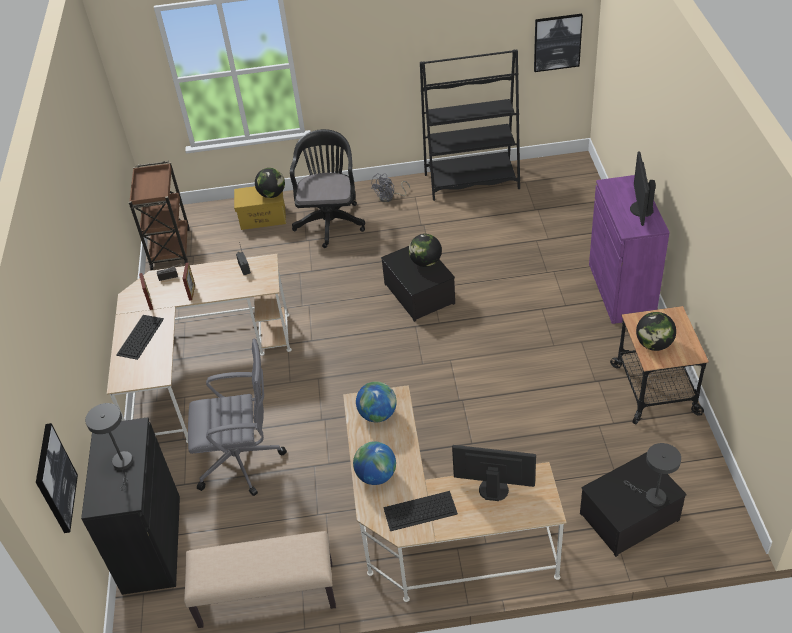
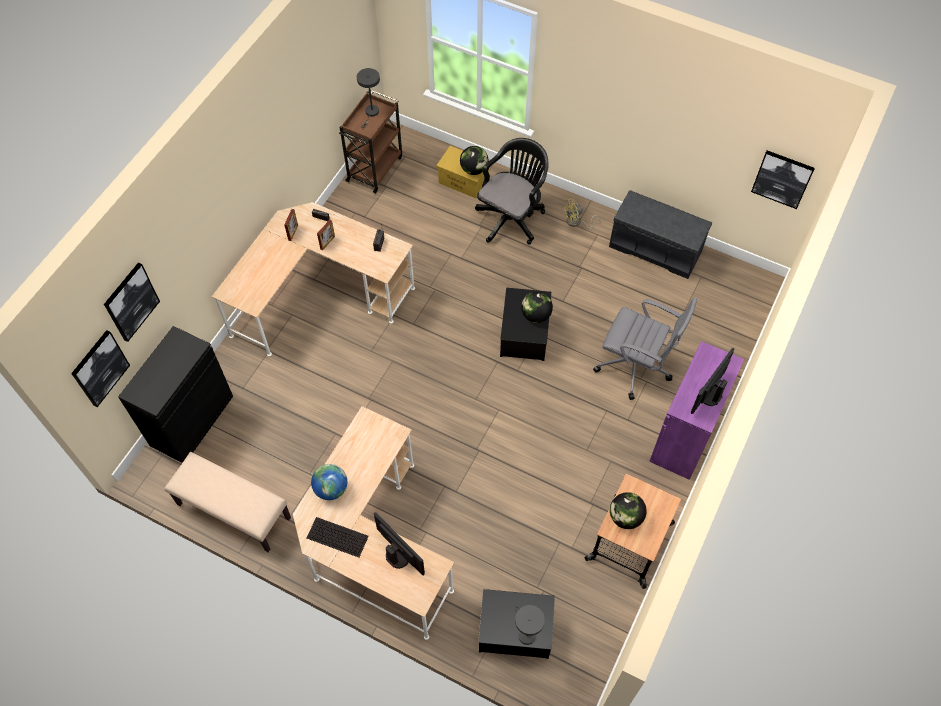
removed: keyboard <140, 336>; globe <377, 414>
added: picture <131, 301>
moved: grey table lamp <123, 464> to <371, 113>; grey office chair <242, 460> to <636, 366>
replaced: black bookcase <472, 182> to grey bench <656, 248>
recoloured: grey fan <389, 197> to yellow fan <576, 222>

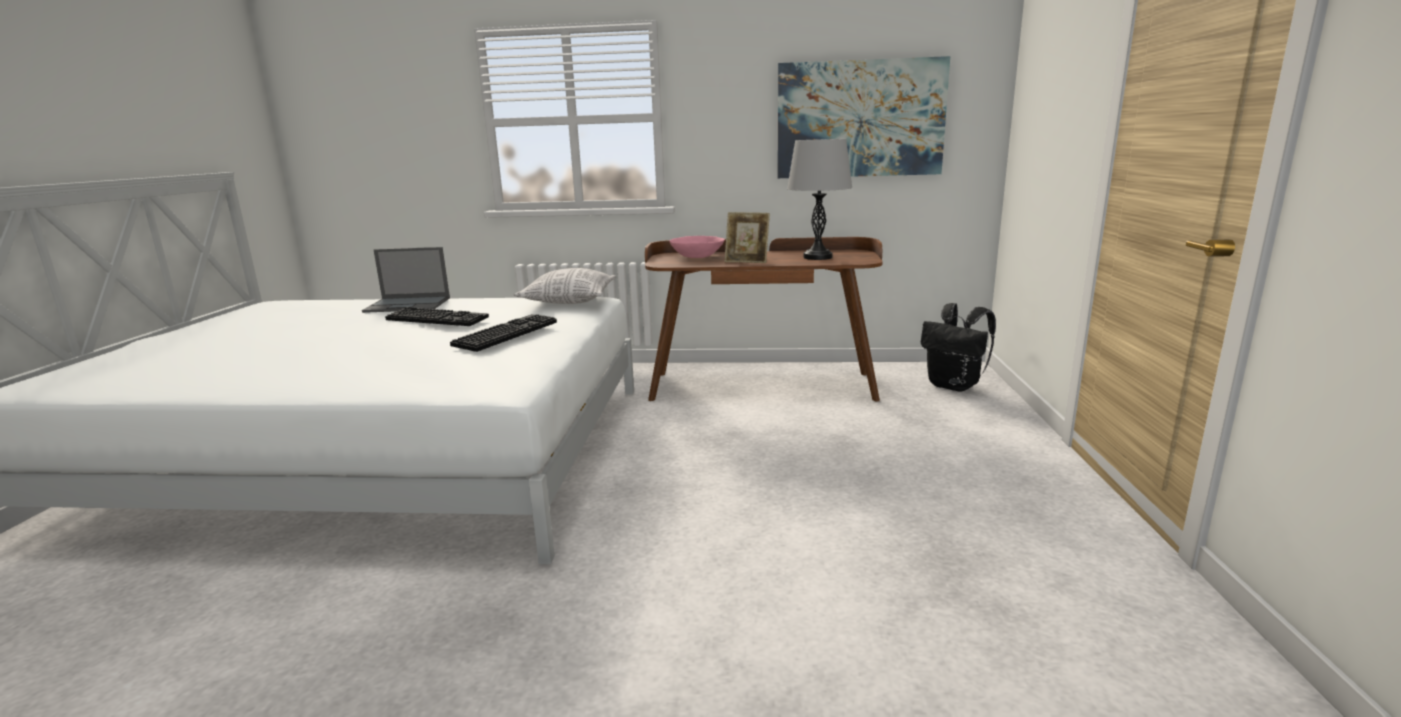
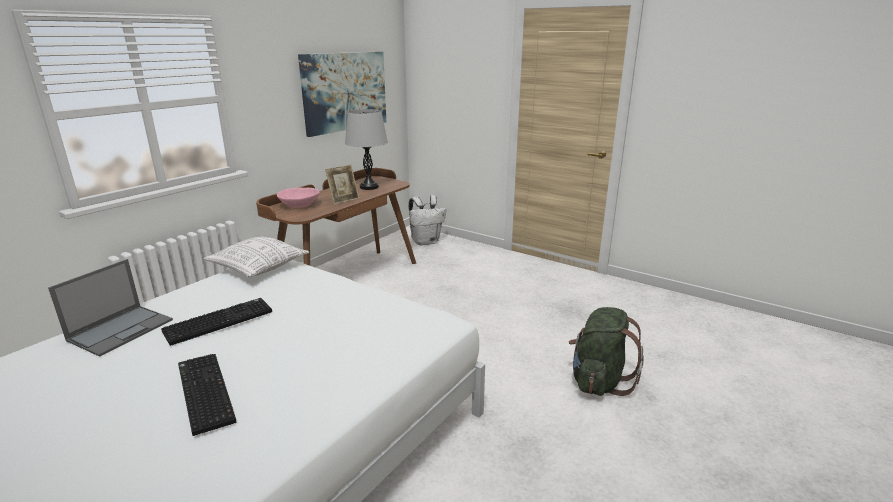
added: green backpack <598, 381>
moved: keyboard <506, 333> to <203, 392>
recoloured: black backpack <954, 386> to white backpack <426, 242>

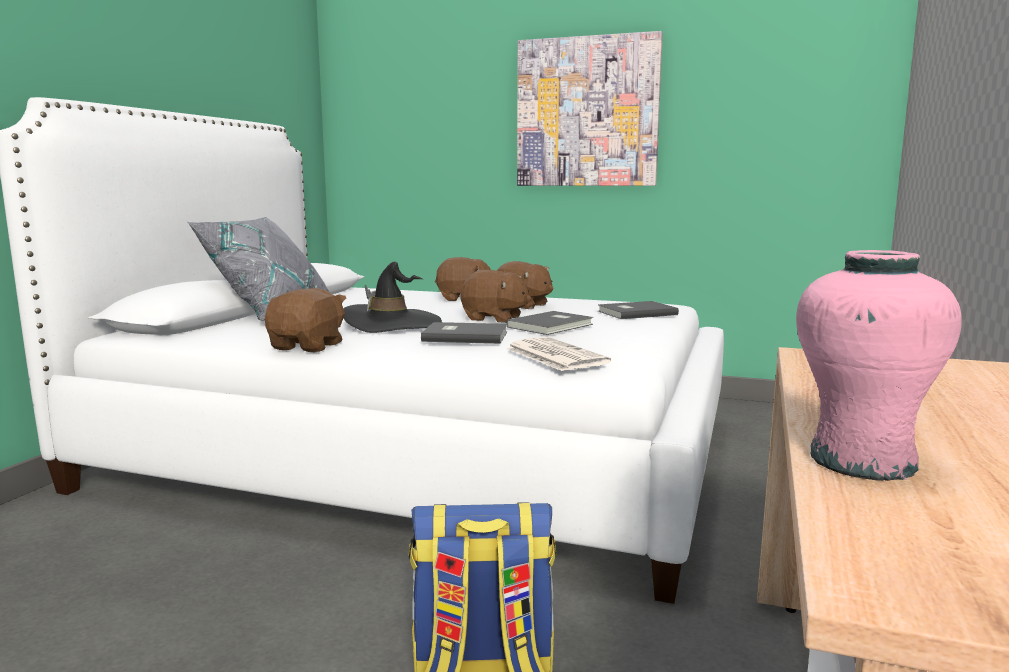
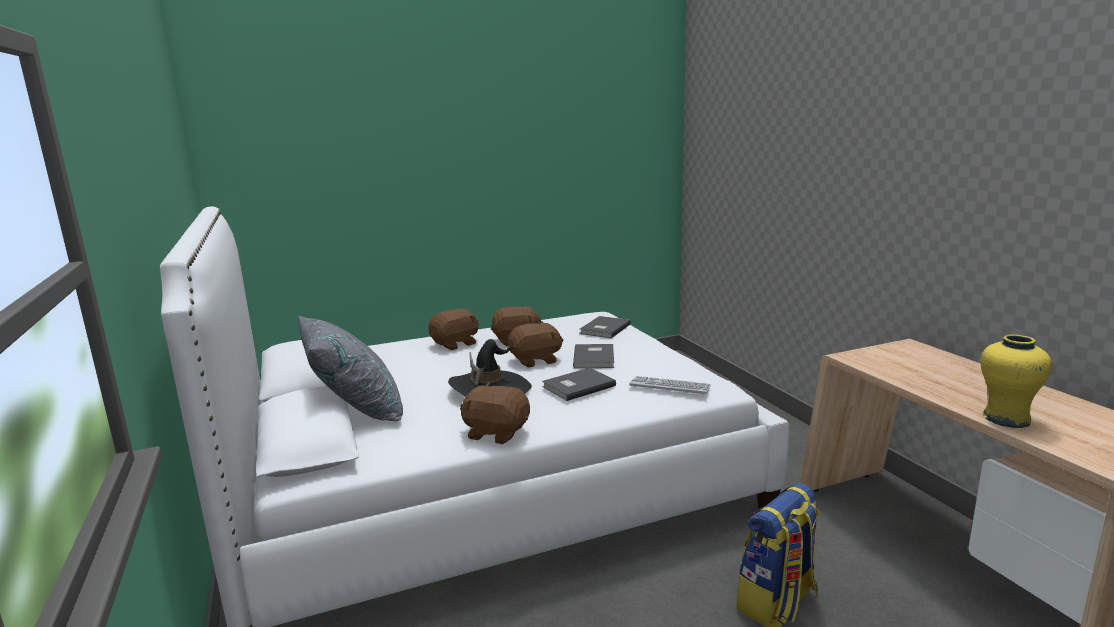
removed: picture <587, 112>
replaced: newspaper <554, 355> to keyboard <669, 386>
recoloured: pink vase <861, 461> to yellow vase <1006, 419>
turned: brown plush toy <308, 346> = <496, 432> 45 degrees counterclockwise

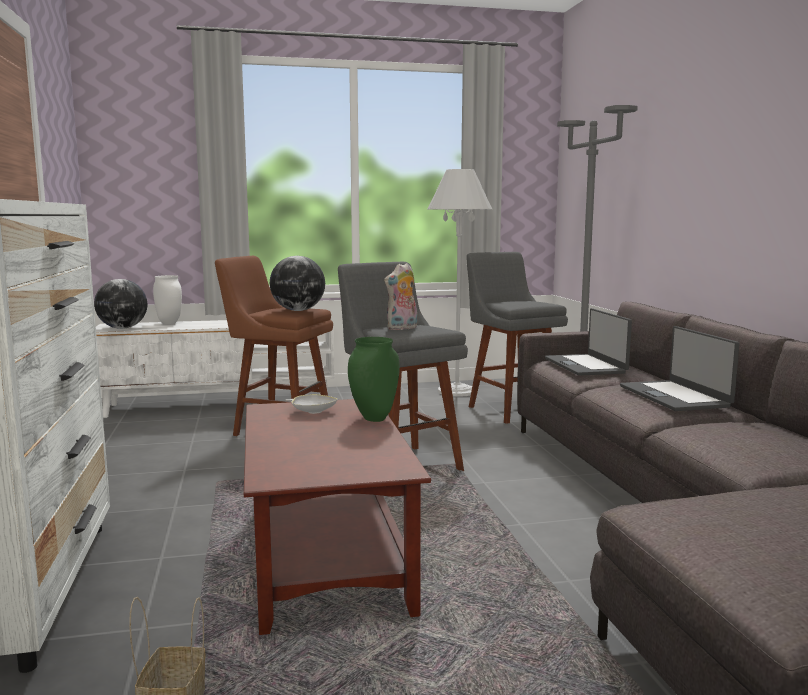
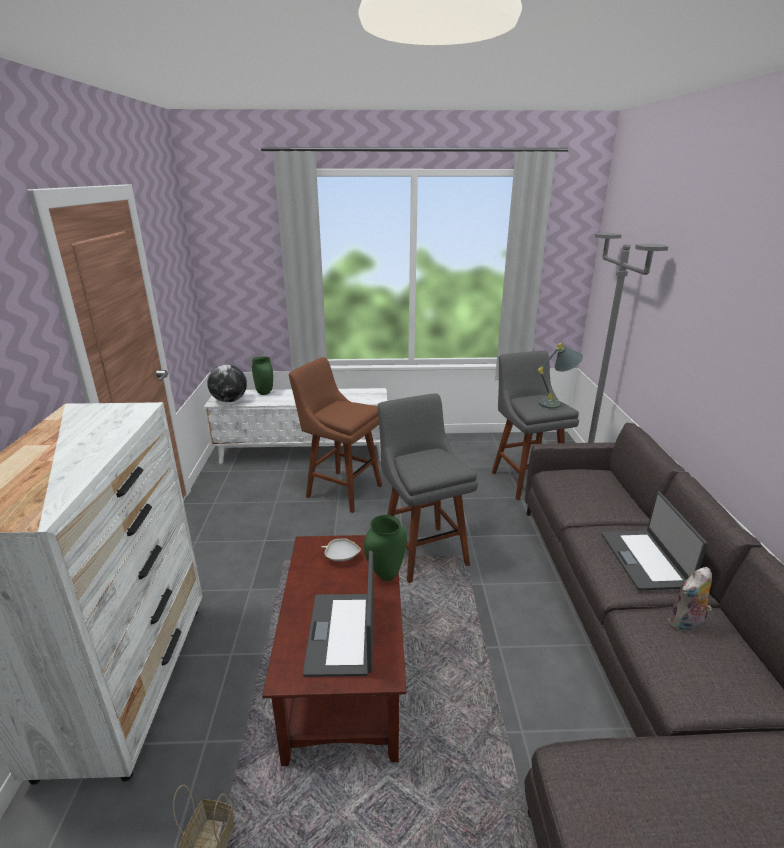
removed: globe <298, 310>; white floor lamp <457, 391>
added: grey table lamp <557, 403>
moved: laptop <586, 365> to <343, 633>; plush toy <402, 328> to <686, 625>
recoloured: white vase <170, 323> to green vase <265, 393>

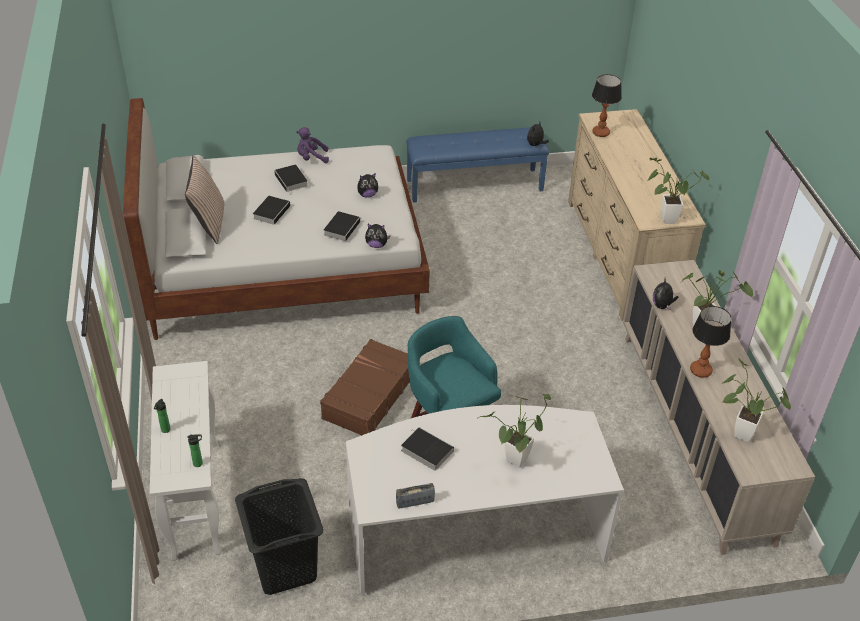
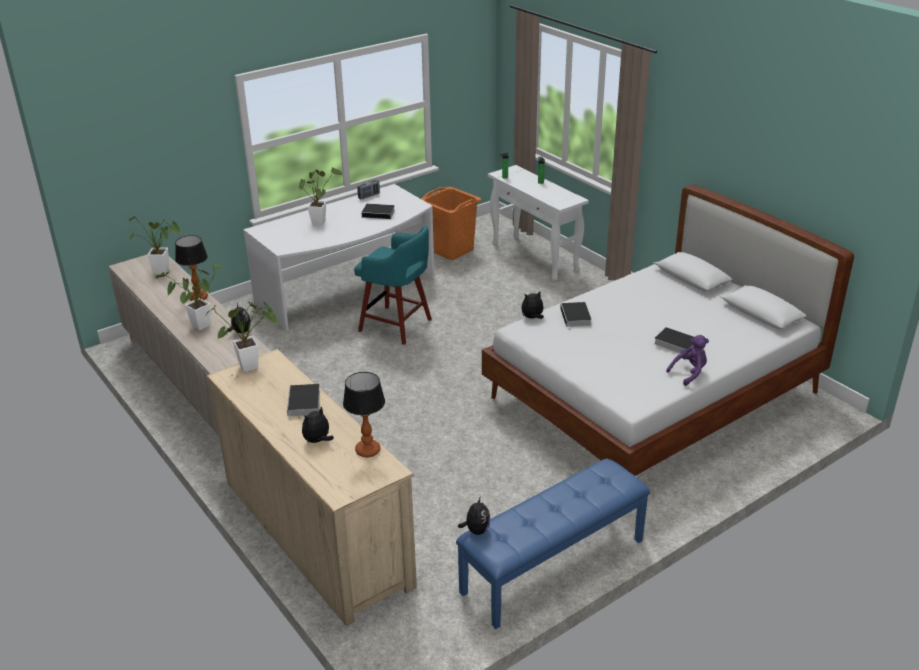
removed: pillow <209, 224>; brown suitcase <368, 396>
moved: book <272, 211> to <304, 404>; plush toy <367, 195> to <317, 441>
recoloured: black laundry basket <284, 568> to orange laundry basket <451, 250>

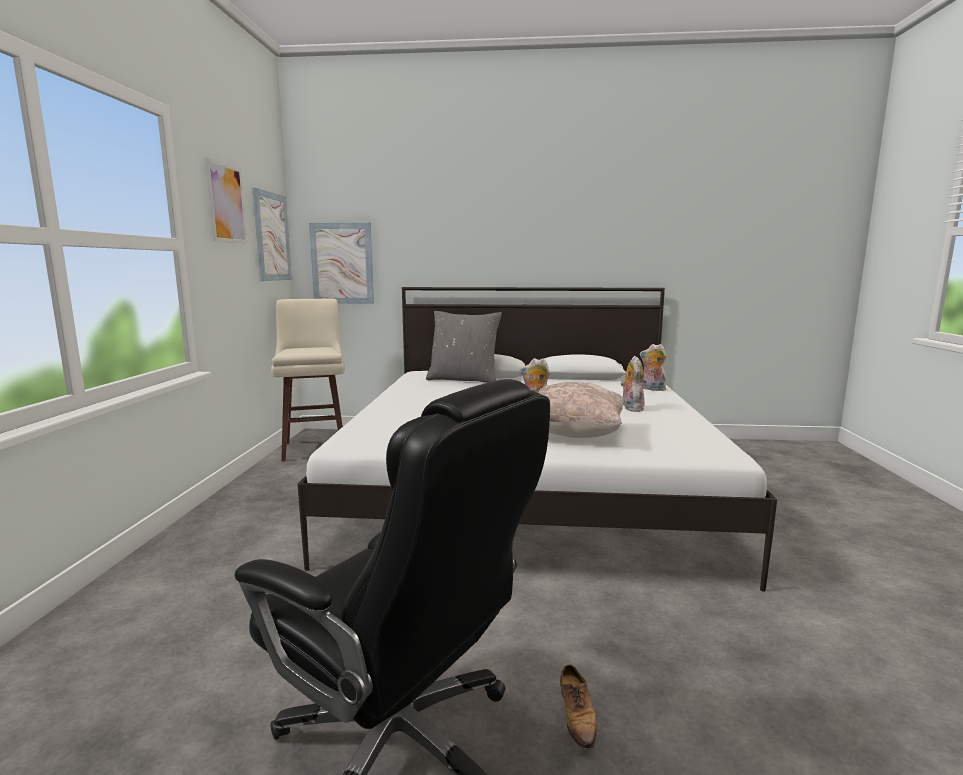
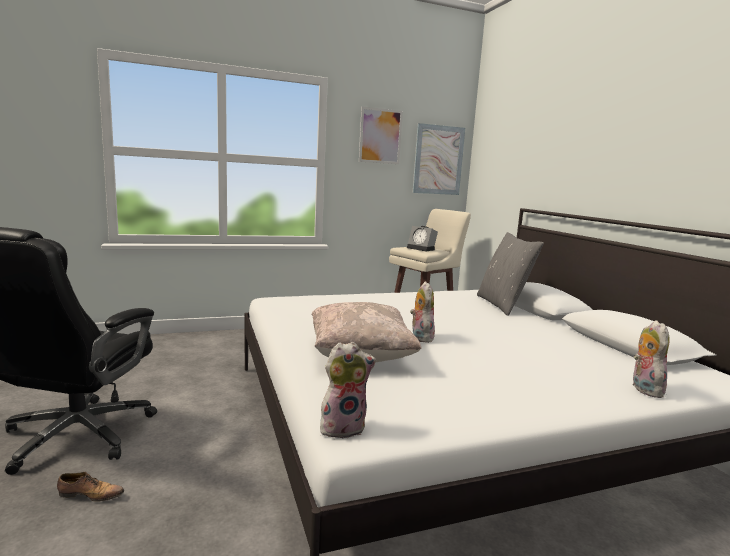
removed: picture <342, 263>
added: alarm clock <422, 249>
moved: plush toy <631, 408> to <343, 427>
turned: shoe <577, 716> = <90, 495> 150 degrees counterclockwise

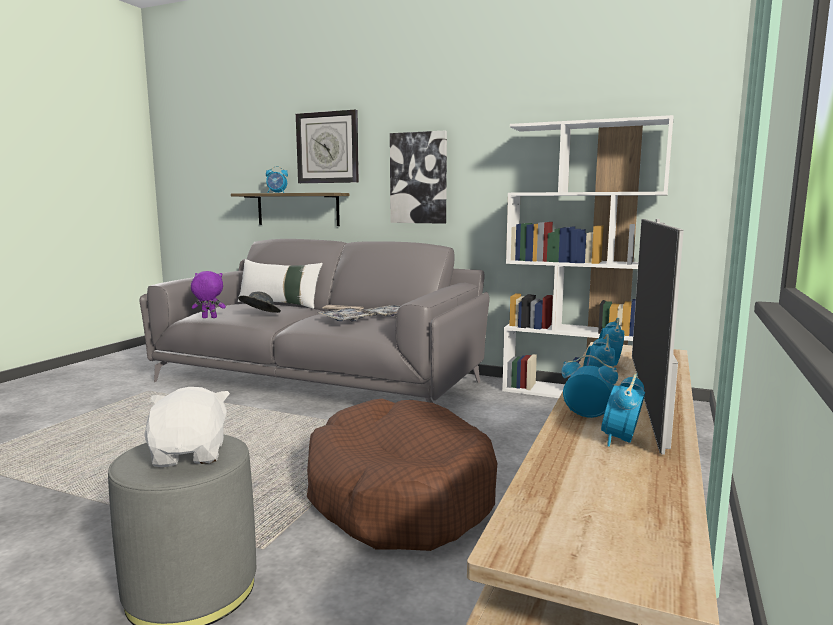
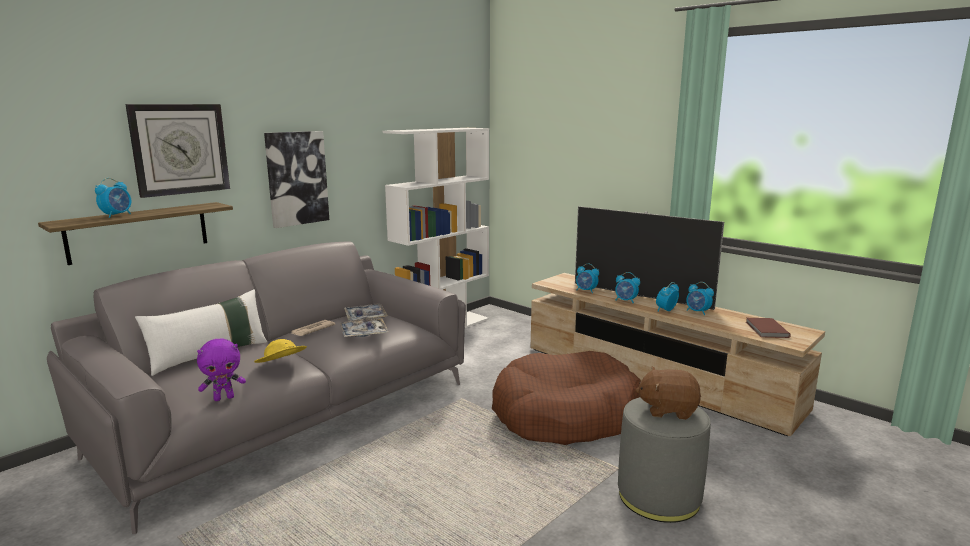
added: brown book <766, 329>
recoloured: grey hat <259, 315> to yellow hat <281, 366>; white plush toy <191, 455> to brown plush toy <668, 409>
turned: purple plush toy <209, 318> = <224, 398> 135 degrees counterclockwise

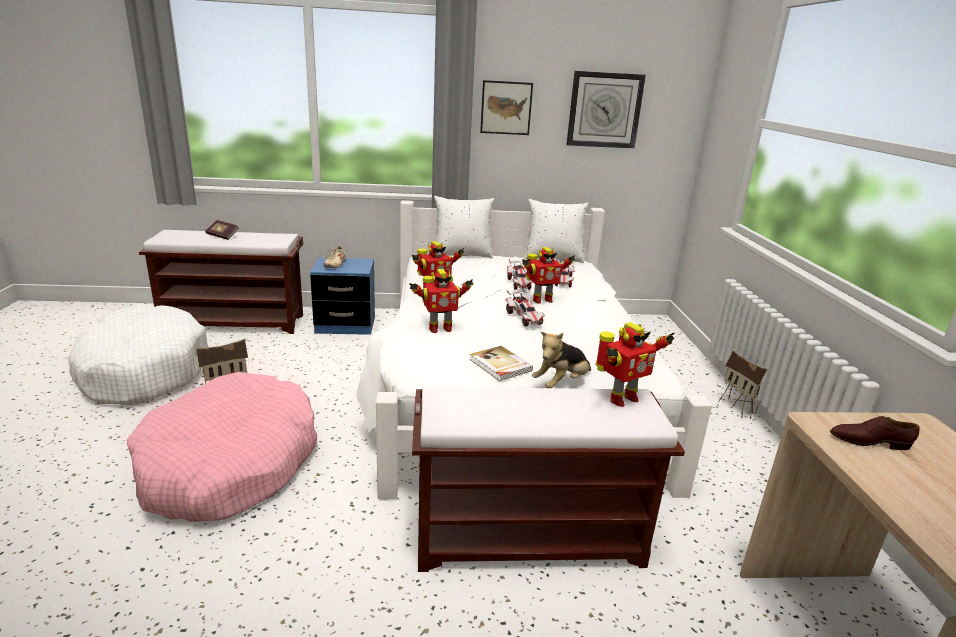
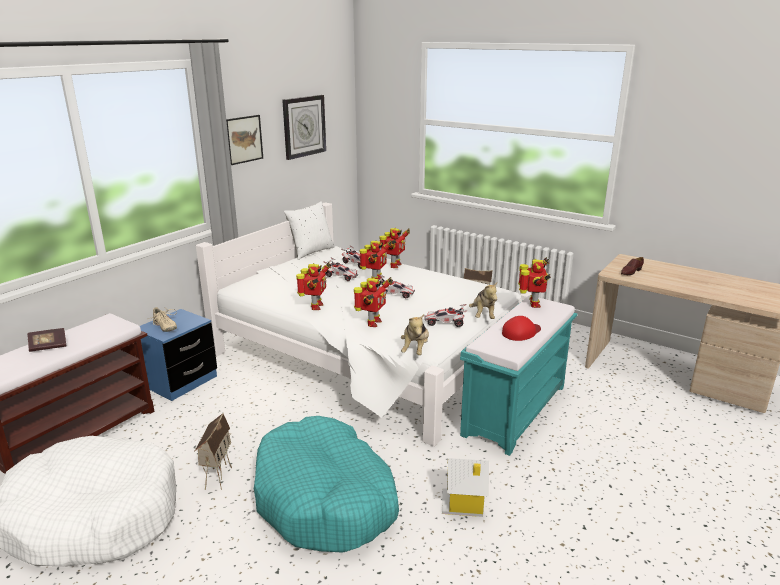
removed: white pillow <462, 254>
added: toy robot <394, 265>; plush toy <415, 349>; toy house <464, 504>; red cap <521, 332>
replaced: book <500, 365> to toy car <445, 323>
recoloured: pink dog bed <230, 464> to turquoise dog bed <325, 499>; brown bench <530, 537> to turquoise bench <515, 409>

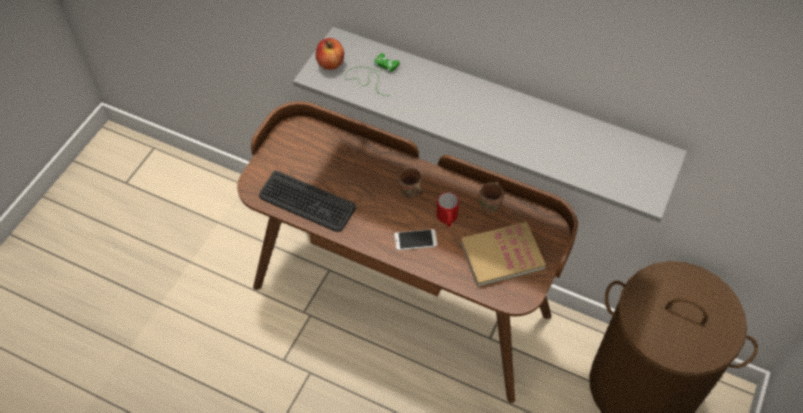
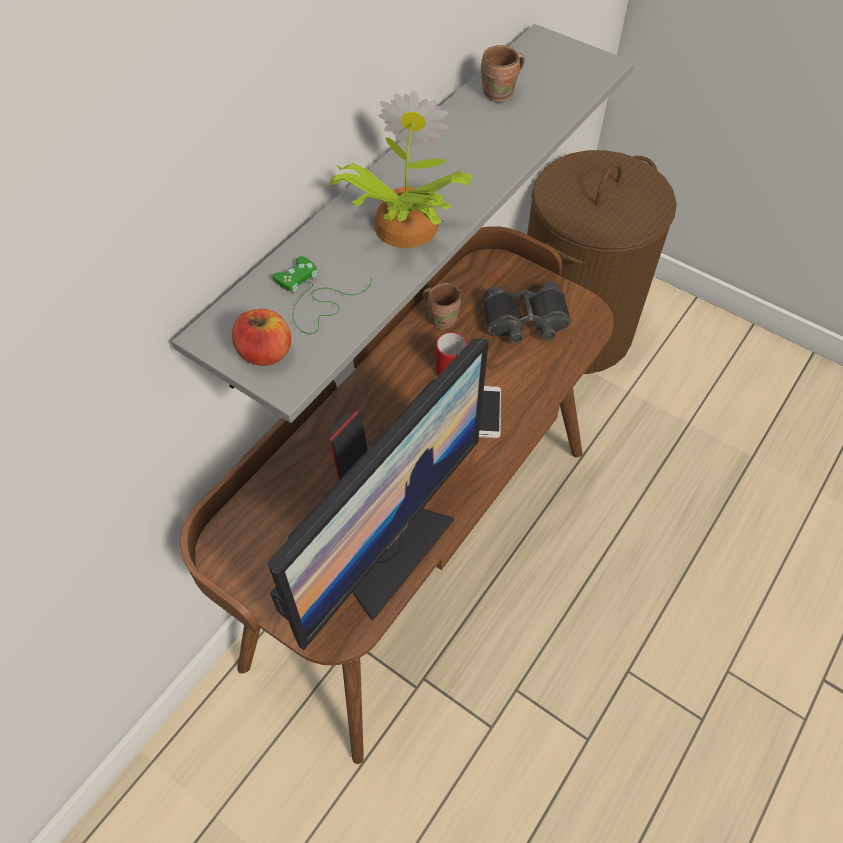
added: potted plant <403, 226>
moved: brown mug <410, 193> to <500, 94>
replaced: keyboard <306, 202> to monitor <387, 549>; book <501, 256> to black binoculars <525, 321>

